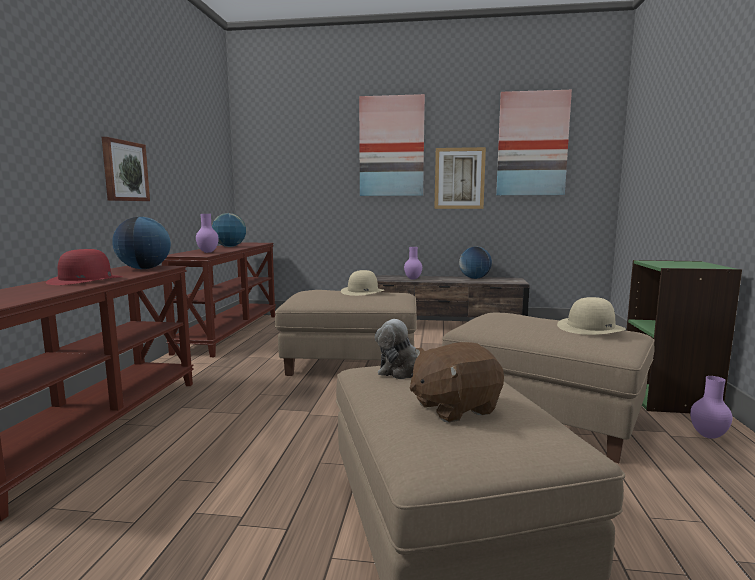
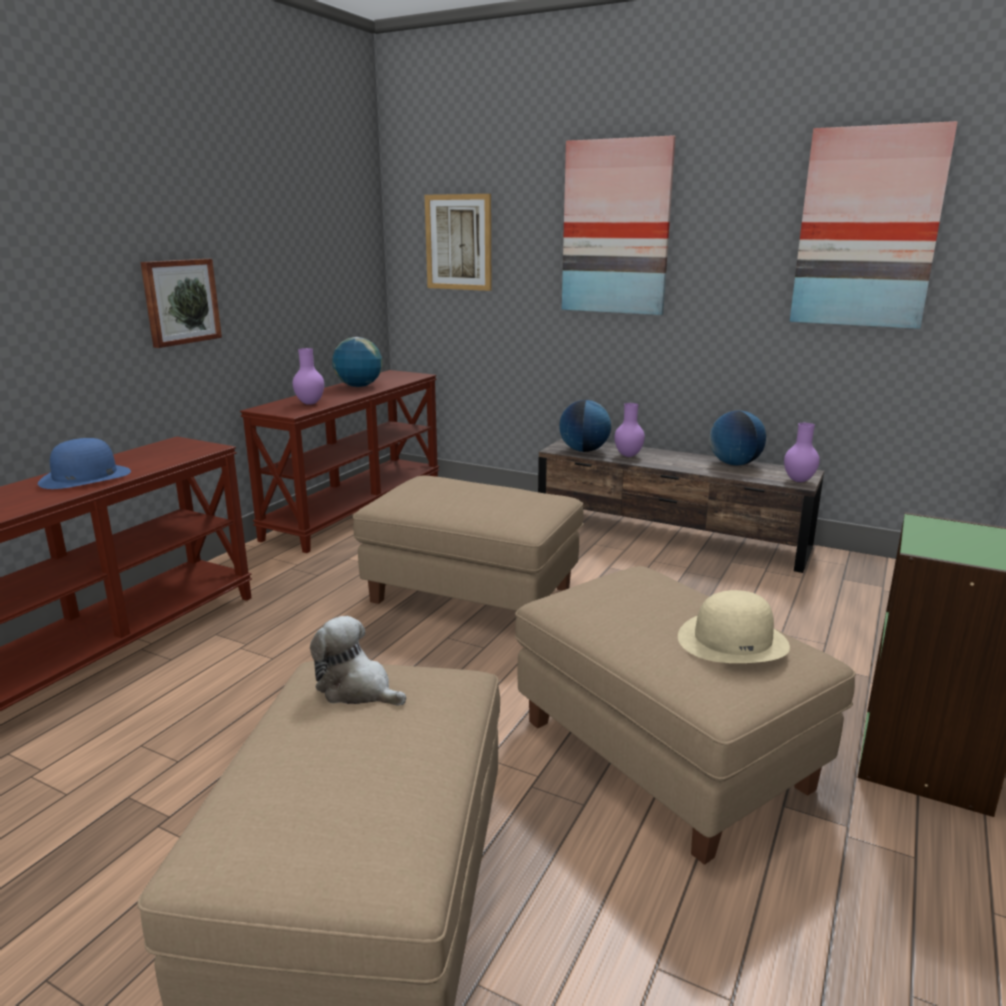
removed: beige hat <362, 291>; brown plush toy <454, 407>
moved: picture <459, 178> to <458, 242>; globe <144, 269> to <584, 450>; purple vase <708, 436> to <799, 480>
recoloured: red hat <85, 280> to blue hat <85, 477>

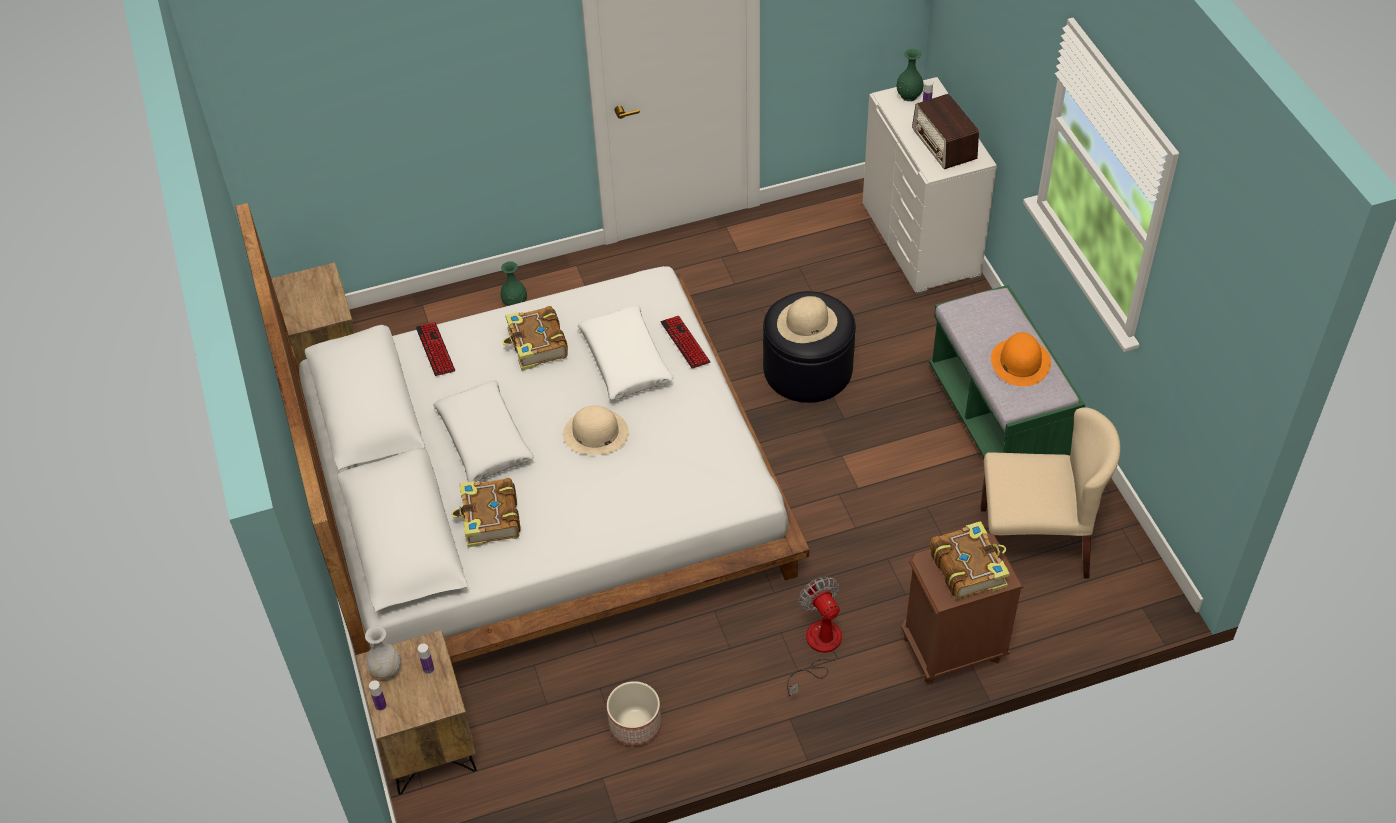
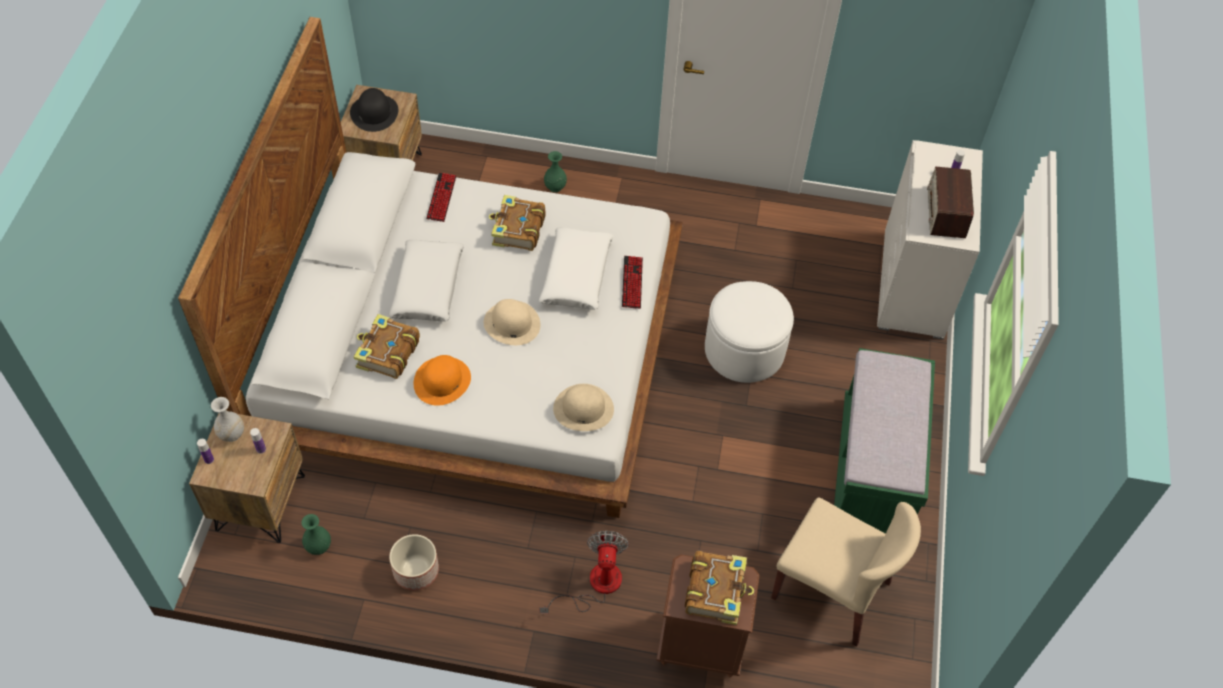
added: black hat <374, 112>
moved: green vase <909, 95> to <319, 546>; orange hat <1020, 362> to <442, 380>; beige hat <807, 322> to <583, 408>
recoloured: black ottoman <808, 369> to white ottoman <744, 350>

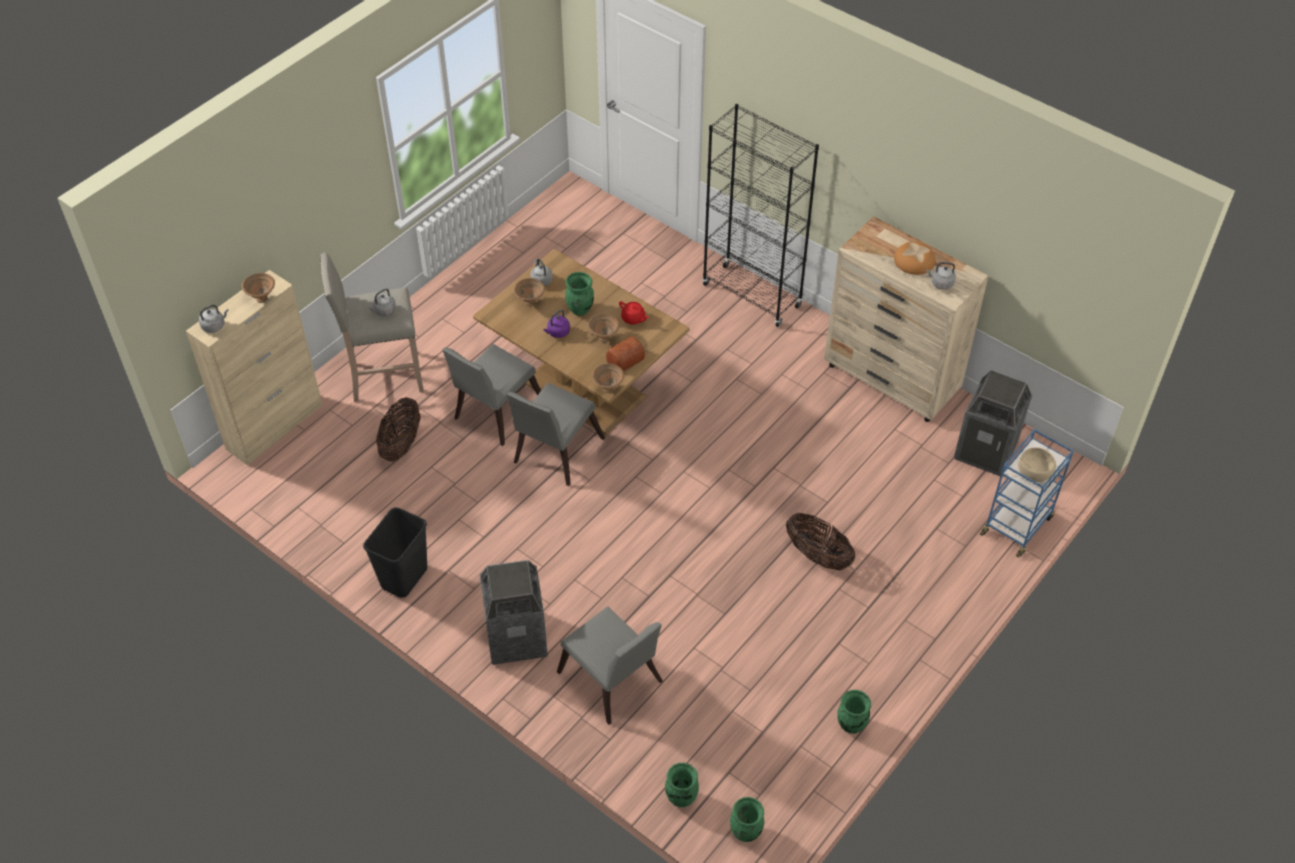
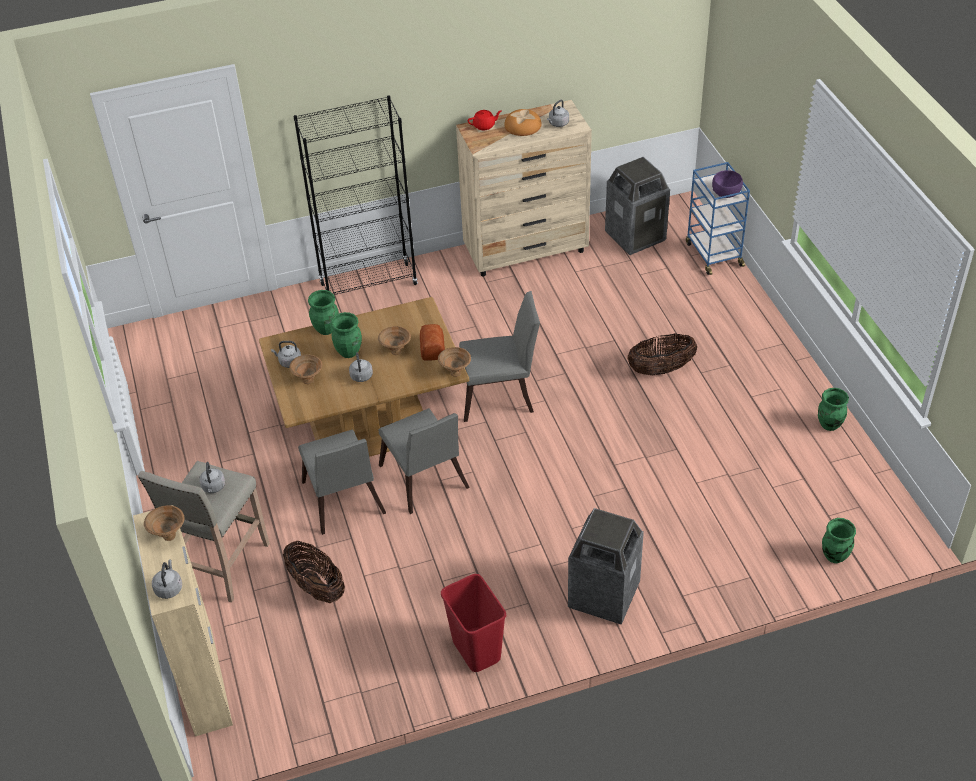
moved: green vase <746, 832> to <326, 329>; grey chair <613, 682> to <500, 395>; red teapot <633, 318> to <484, 126>
recoloured: purple kettle <557, 332> to grey kettle <361, 377>; black trash can <404, 577> to red trash can <475, 650>; beige bowl <1034, 473> to purple bowl <726, 193>

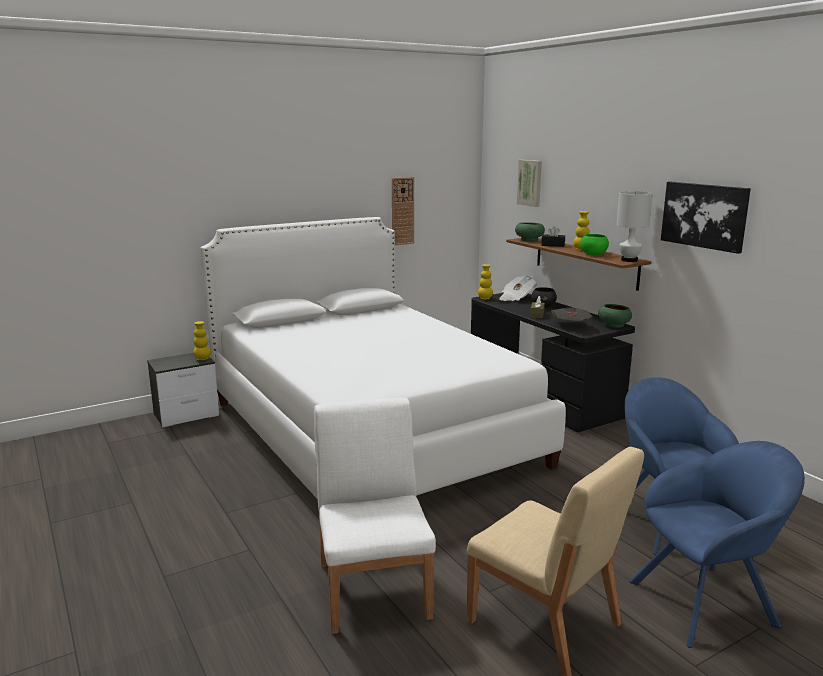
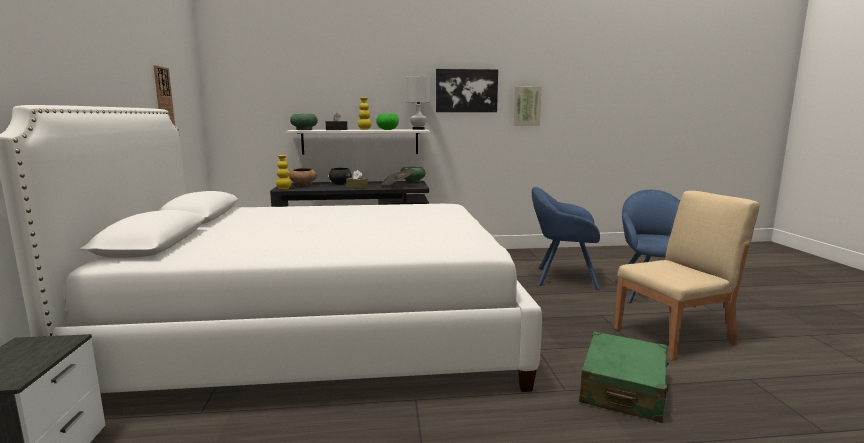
removed: yellow vase <202, 359>
moved: picture <530, 183> to <526, 106>
replaced: newspaper <516, 298> to brown bowl <303, 185>; white chair <374, 588> to green suitcase <623, 389>
recoloured: brown shelf <585, 262> to white shelf <360, 142>

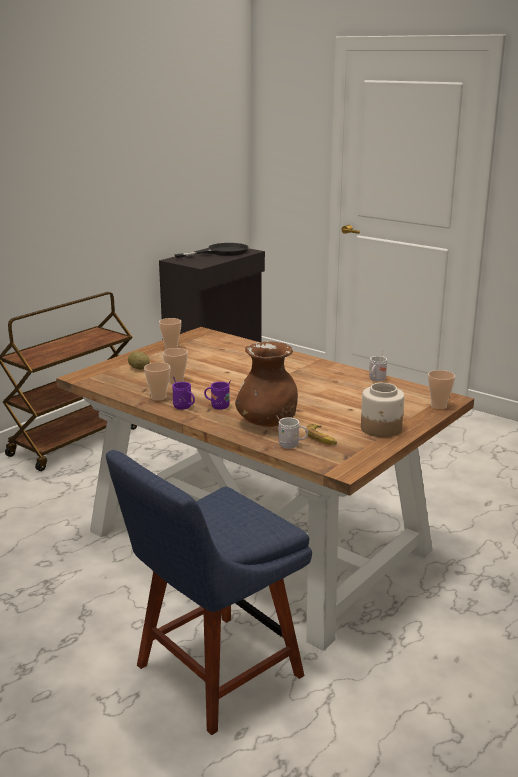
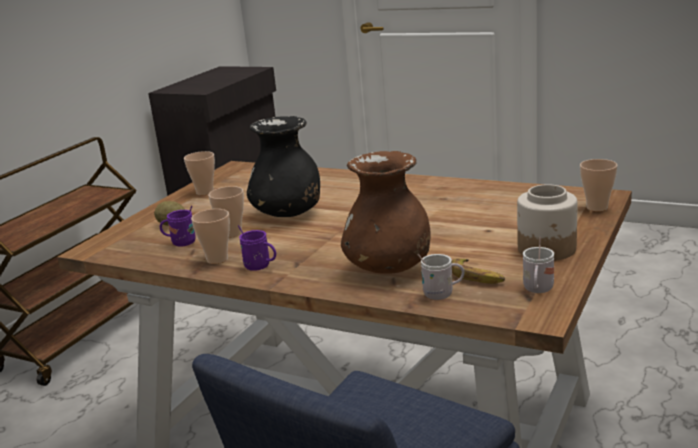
removed: black frying pan <221, 252>
added: black vase <288, 214>
moved: purple mug <217, 406> to <180, 243>; white mug <376, 380> to <537, 291>

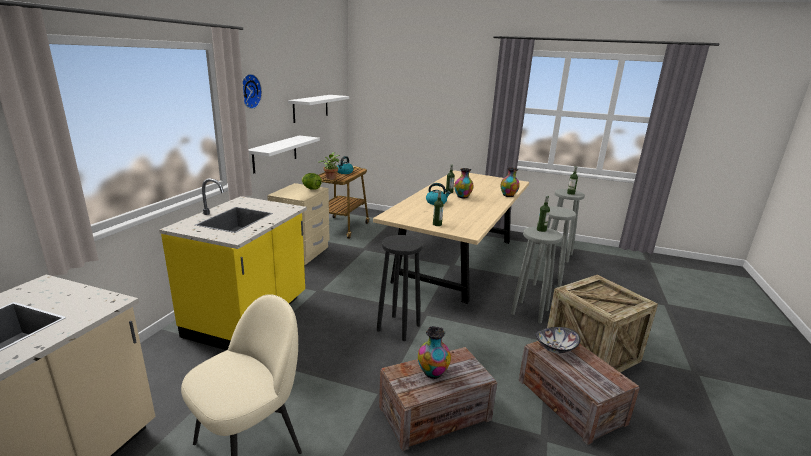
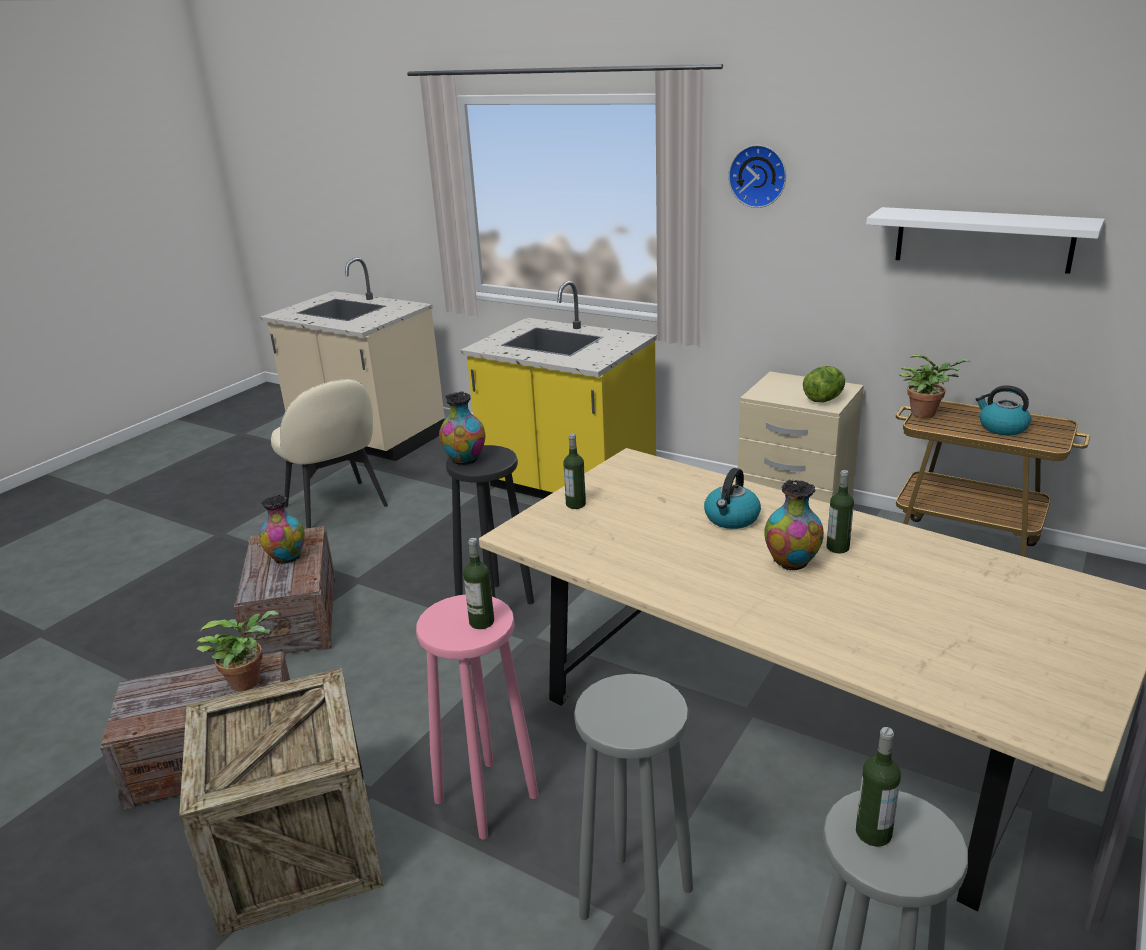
removed: white shelf <275, 153>
moved: vase <508, 196> to <465, 460>
replaced: bowl <555, 348> to potted plant <249, 680>
recoloured: grey stool <529, 312> to pink stool <485, 797>

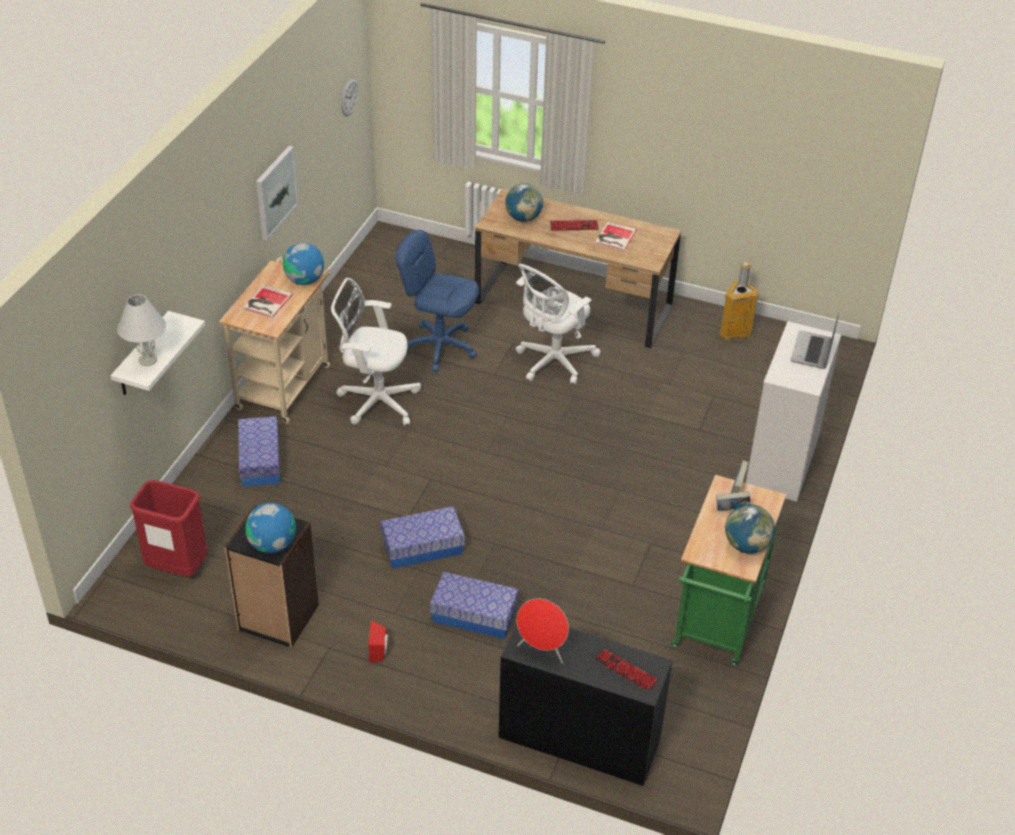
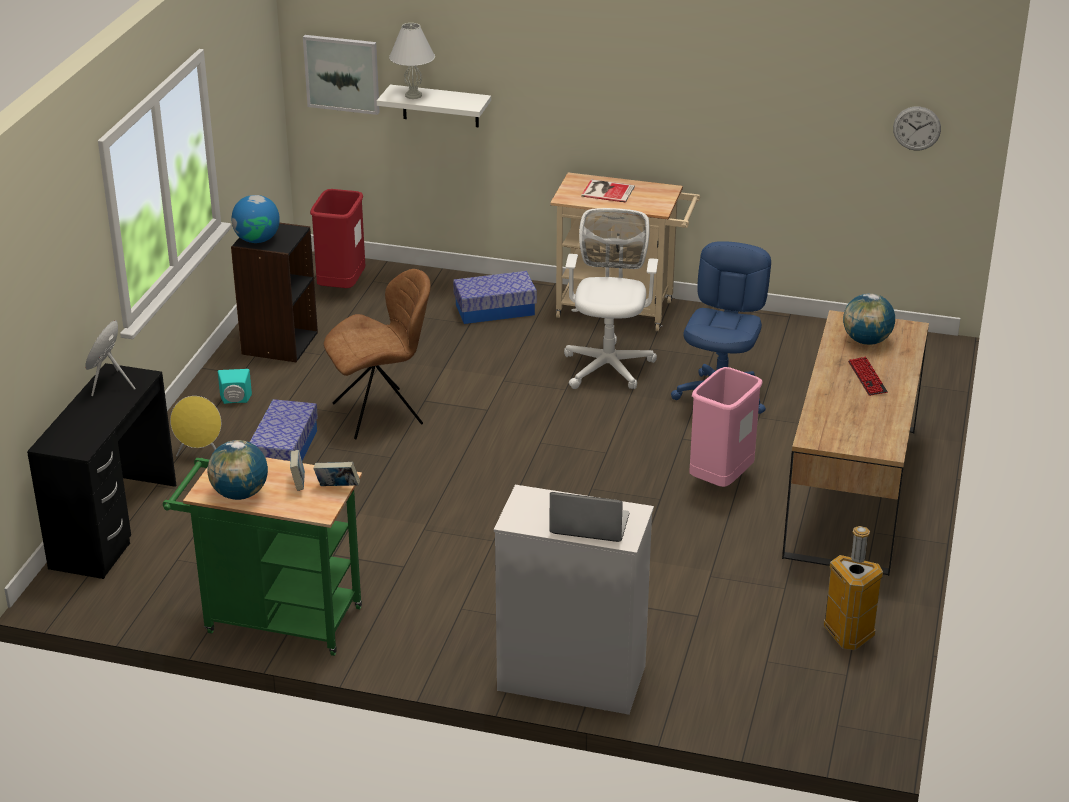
removed: globe <304, 280>; keyboard <625, 671>; book <614, 237>
added: yellow speaker <201, 455>
moved: picture <275, 192> to <342, 73>
replaced: storage box <423, 547> to brown chair <381, 413>; white office chair <553, 362> to pink trash can <721, 480>
recoloured: red speaker <379, 651> to turquoise speaker <235, 400>

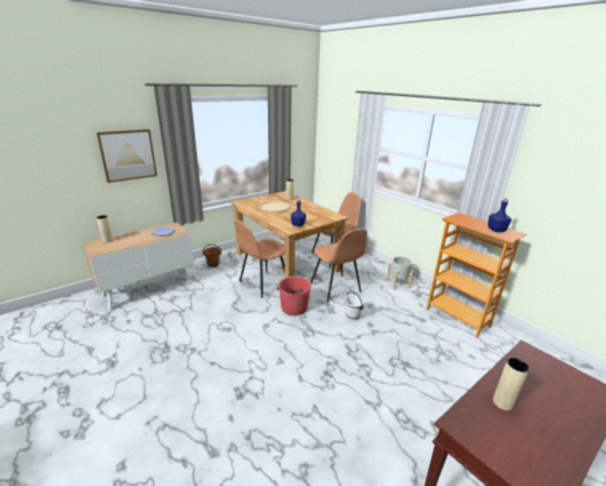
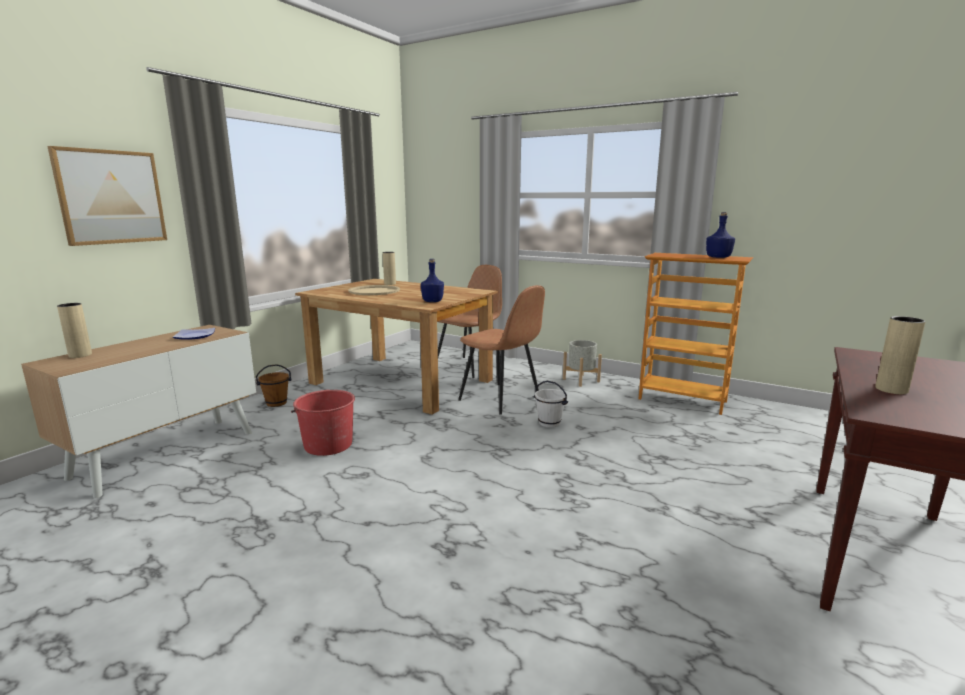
removed: brown chair <263, 283>
moved: red bucket <294, 307> to <328, 445>

